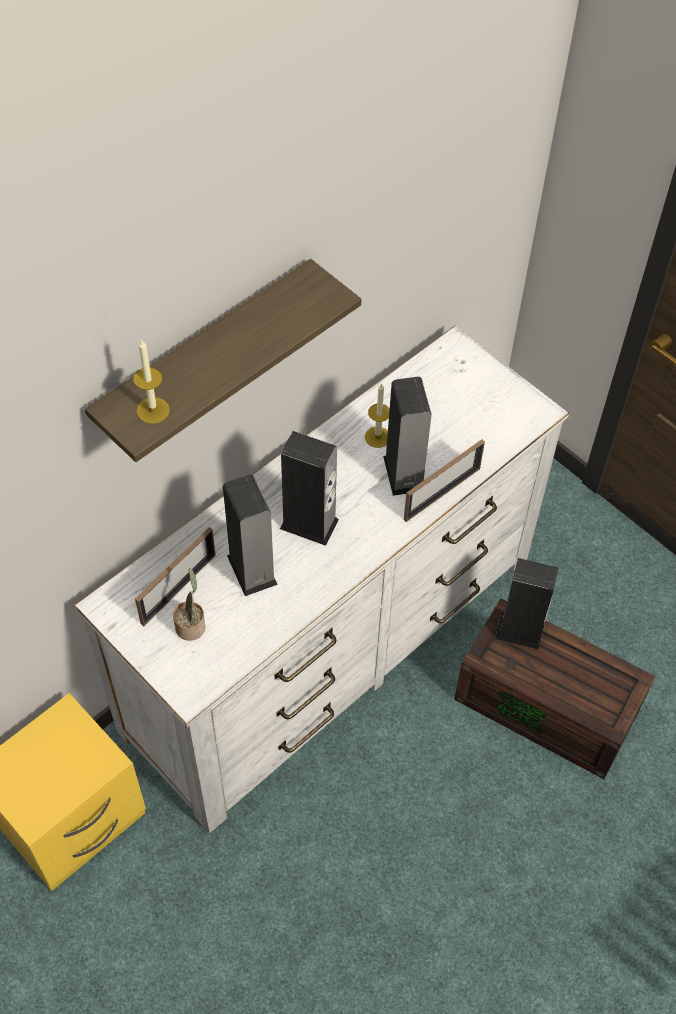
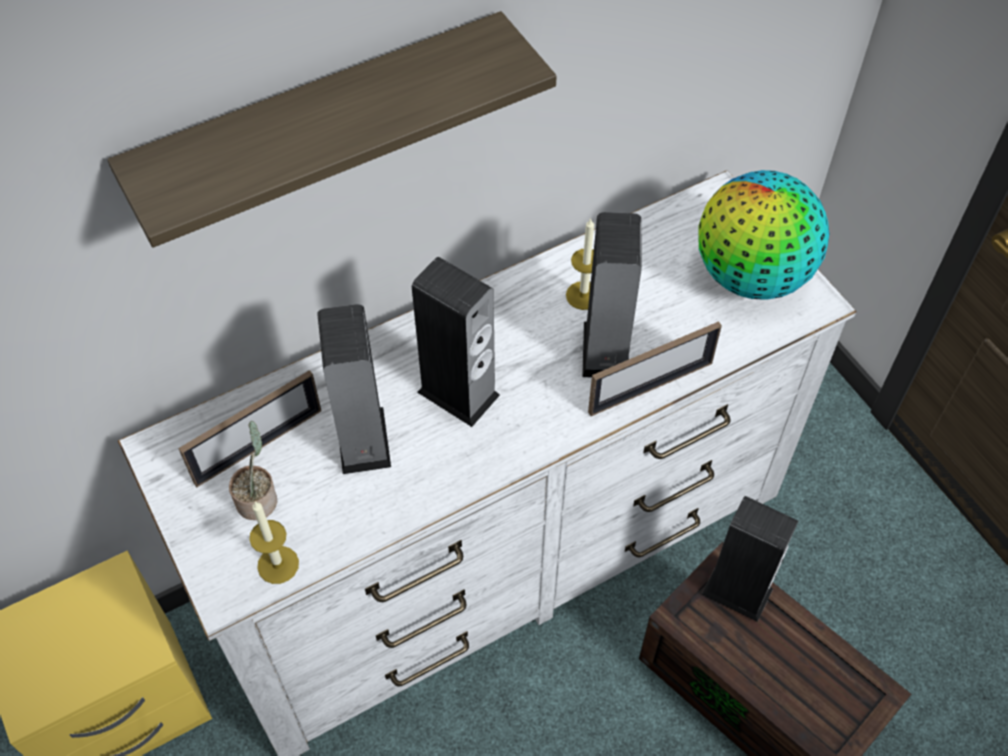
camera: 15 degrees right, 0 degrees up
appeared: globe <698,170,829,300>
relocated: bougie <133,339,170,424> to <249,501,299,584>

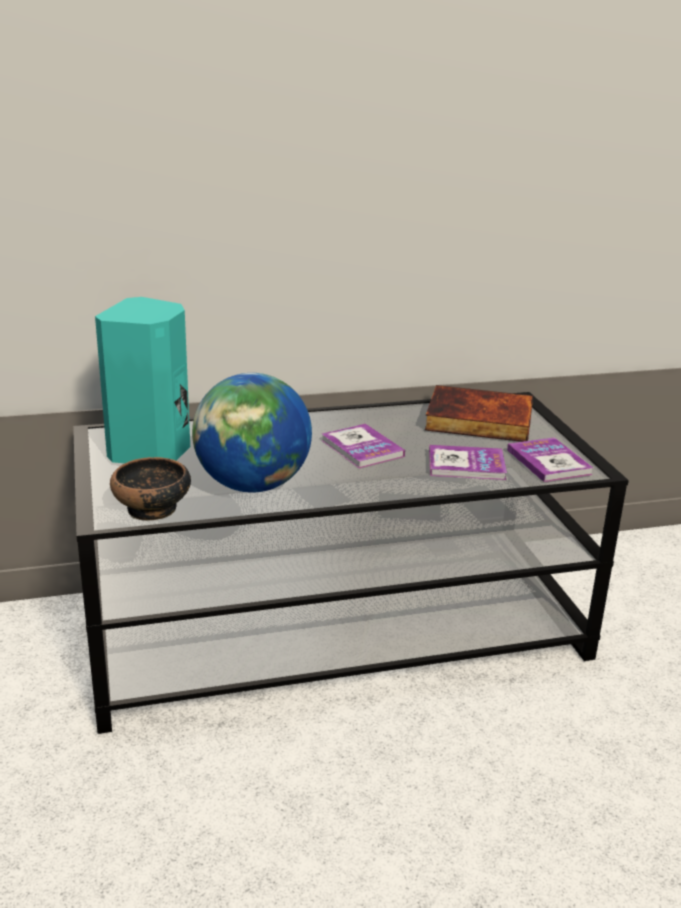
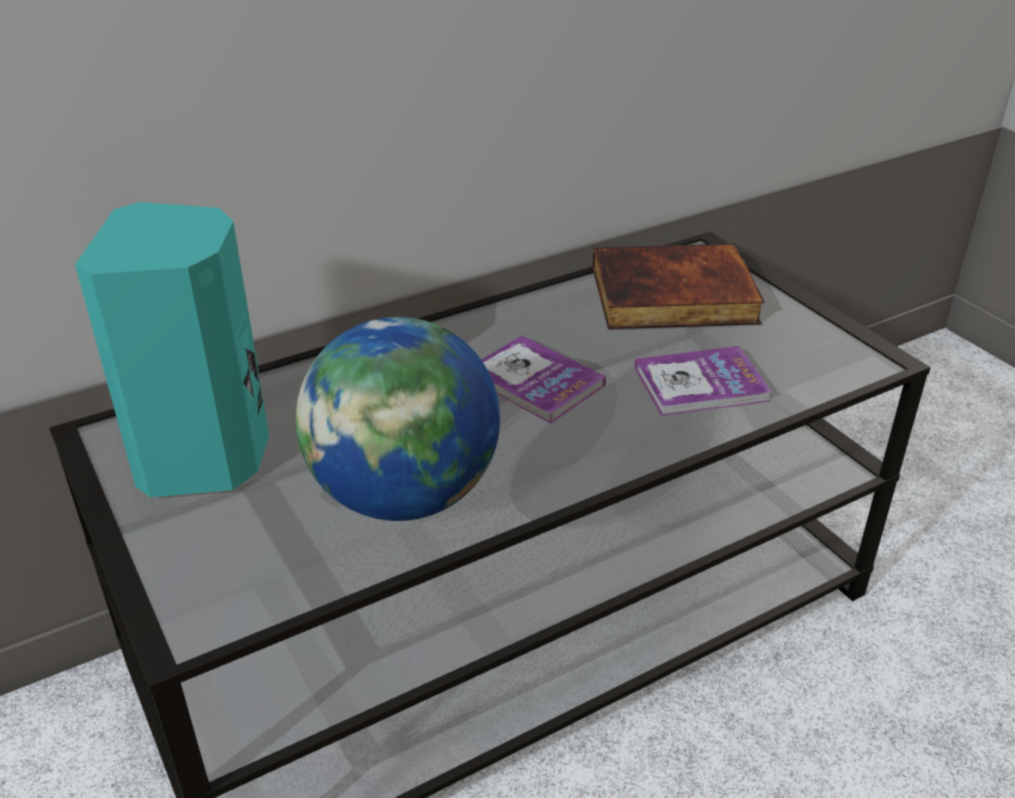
camera: 15 degrees left, 10 degrees up
missing: livre <507,437,593,482>; bol <110,457,191,521>

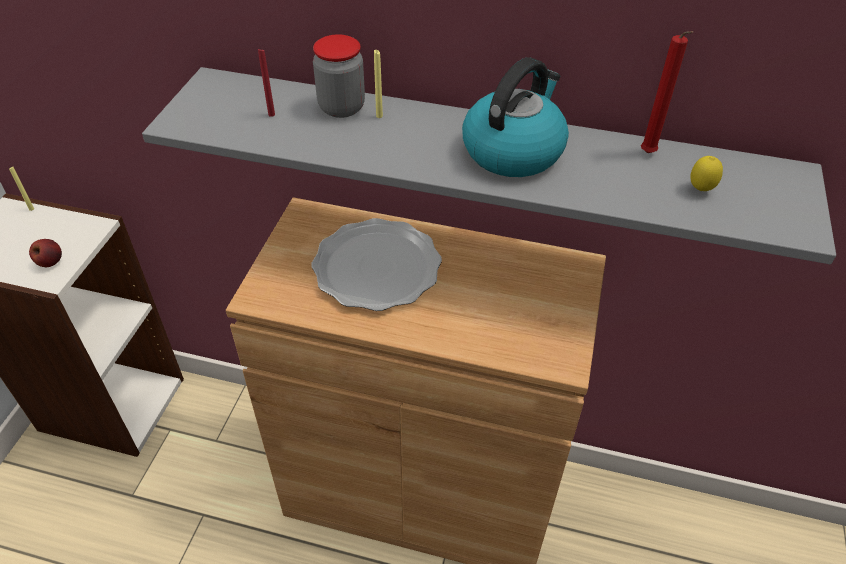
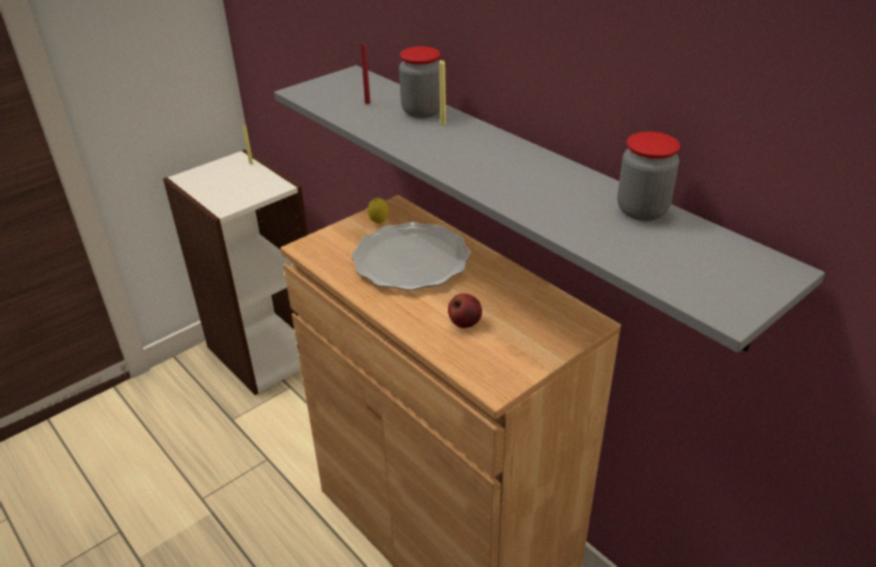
camera: 35 degrees right, 10 degrees down
missing: bouilloire <462,57,569,177>
relocated: citron <690,156,723,191> to <368,198,388,224>; pomme <29,239,62,267> to <448,294,482,328>
exchanged: bougie (rouge) <641,31,693,153> to bocal <617,132,680,221>

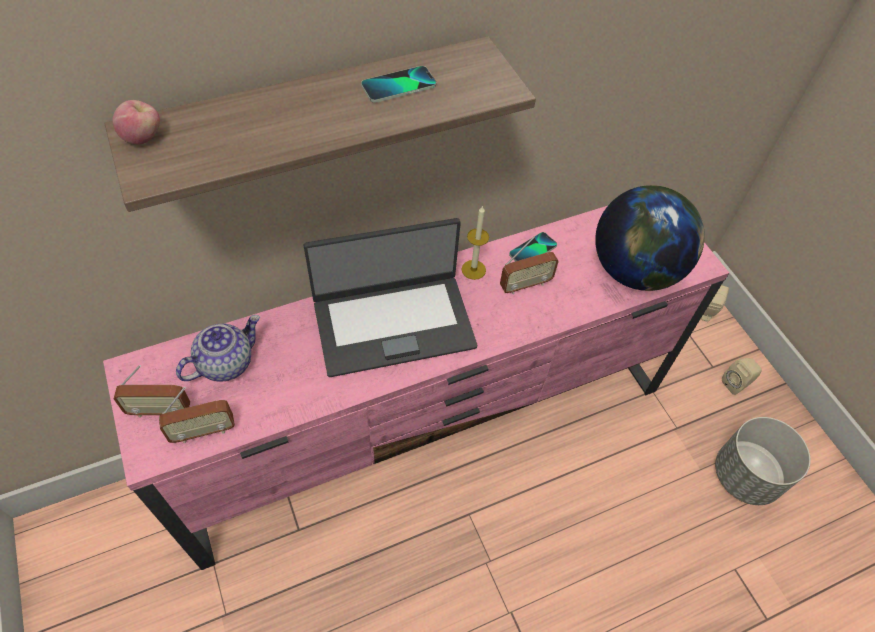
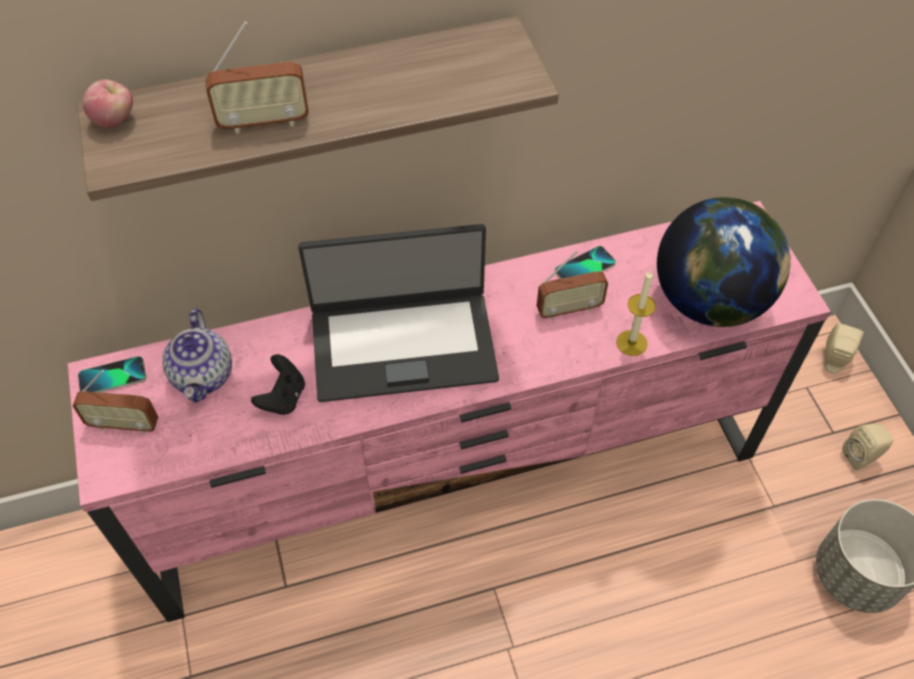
camera: 10 degrees right, 0 degrees up
appeared: manette (noir) <251,354,305,415>
relocated: téléphone <361,66,436,103> to <78,356,146,392>; bougie <461,205,489,280> to <616,270,656,356>; radio <159,387,235,443> to <206,22,309,134>
spun: théière <176,315,260,381> = <162,309,232,403> 120 degrees clockwise

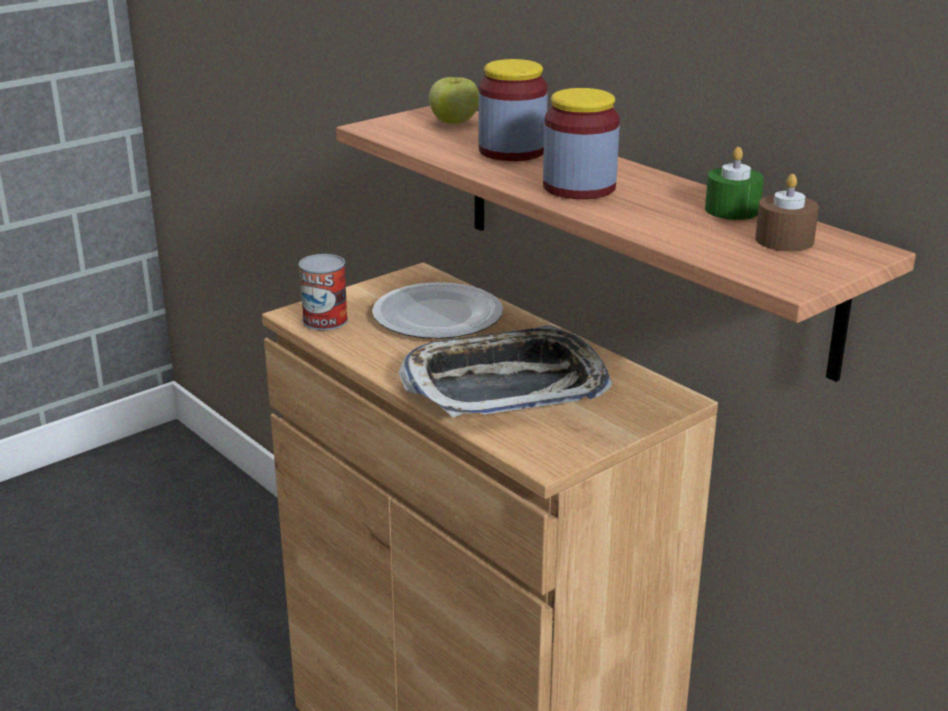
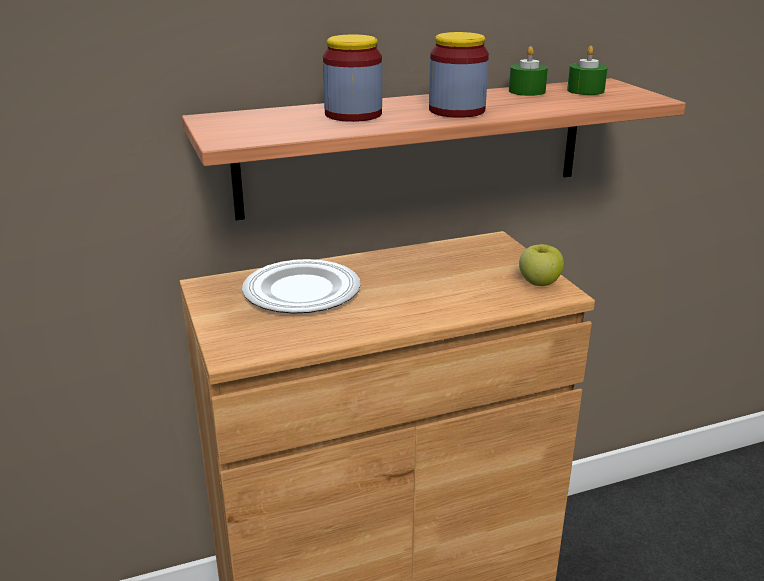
camera: 70 degrees left, 0 degrees up
missing: boîte métallique <299,254,348,330>; plateau <398,325,612,418>
relocated: pomme <429,77,479,124> to <519,244,564,286>
colour: bougie (marron) <755,174,819,251> to bougie (vert) <567,46,608,95>

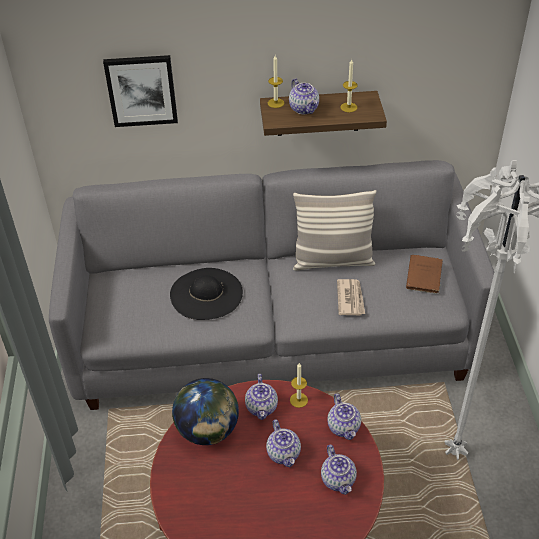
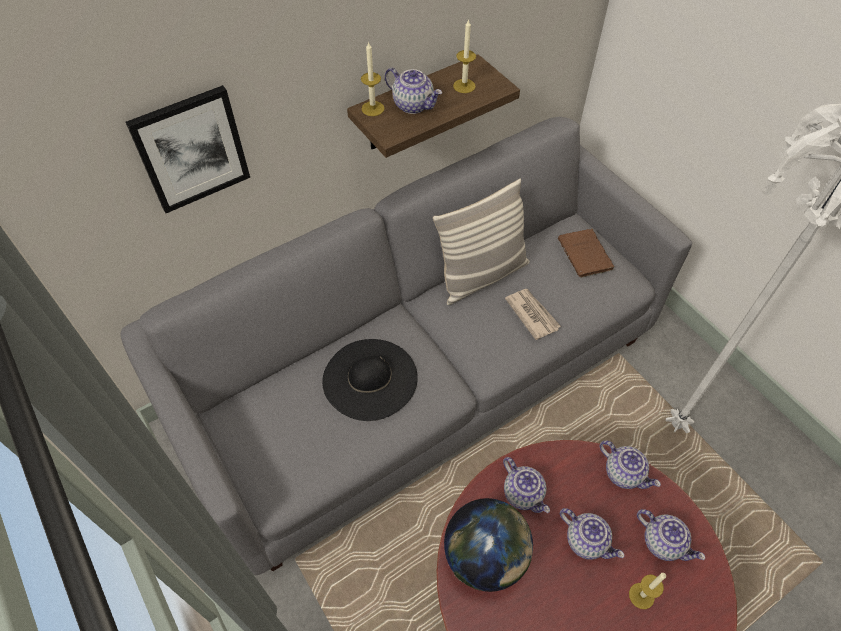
camera: 30 degrees left, 10 degrees up
relocated: bougie <290,363,308,408> to <629,573,666,609>

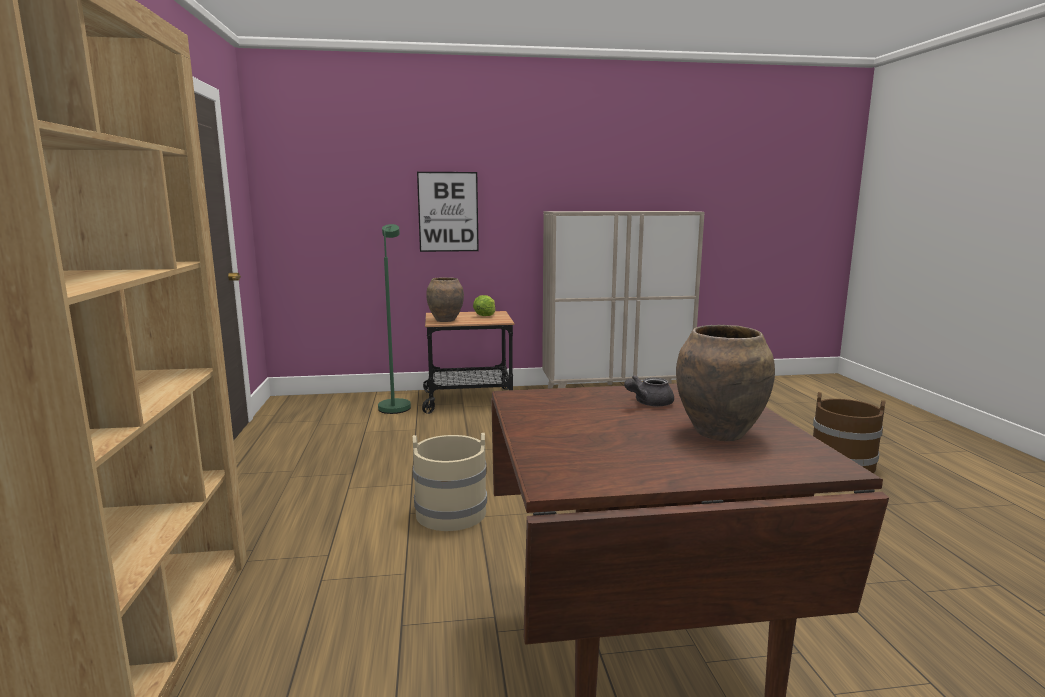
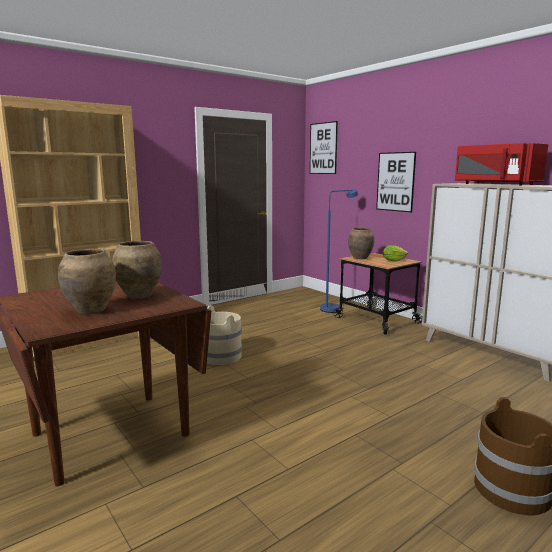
camera: 60 degrees right, 0 degrees up
appeared: tableau <310,121,338,174>; micro-ondes (rouge) <455,143,549,185>
exchanged: théière (gris) <624,375,674,407> to vase (marron) <112,241,162,299>
colour: lampadaire (vert) <378,224,411,414> to lampadaire (bleu) <320,189,358,313>

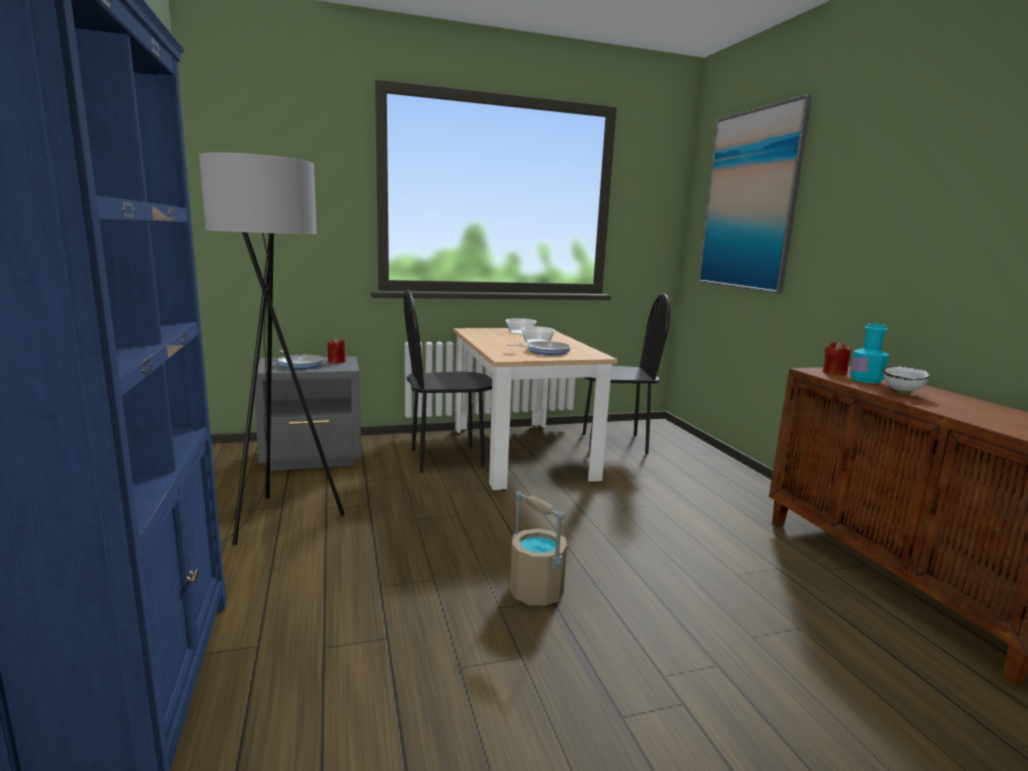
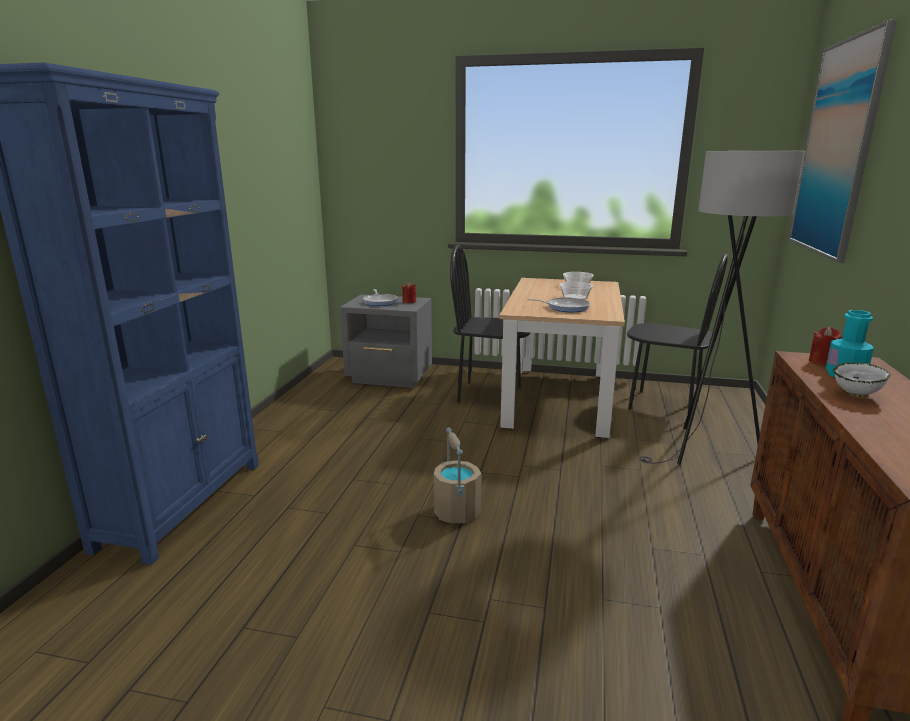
camera: 30 degrees right, 5 degrees up
relocated: lampadaire (gris) <199,152,344,545> to <639,151,805,465>

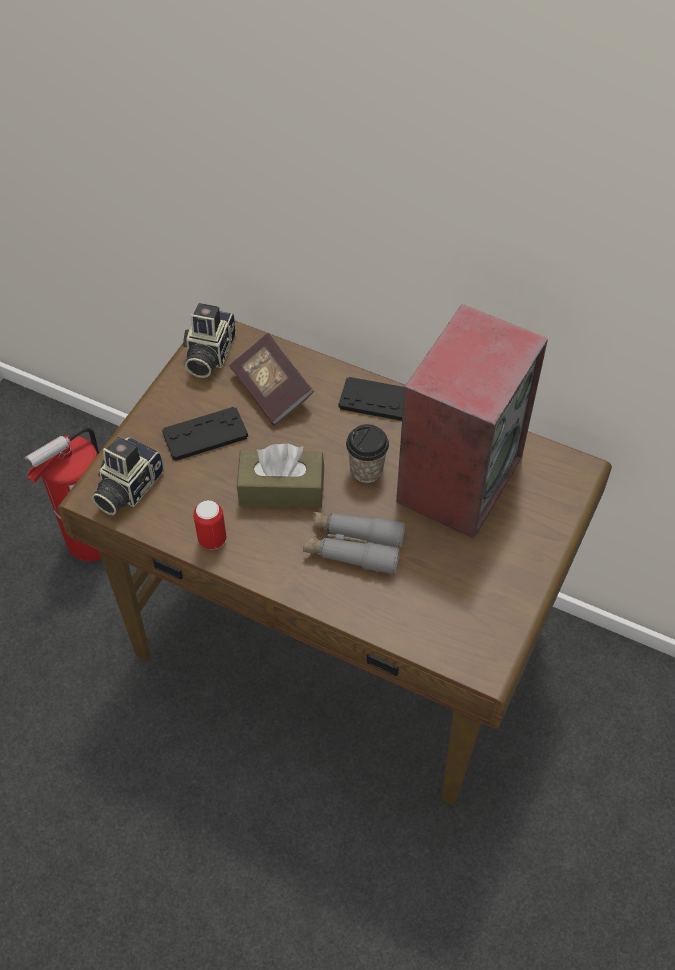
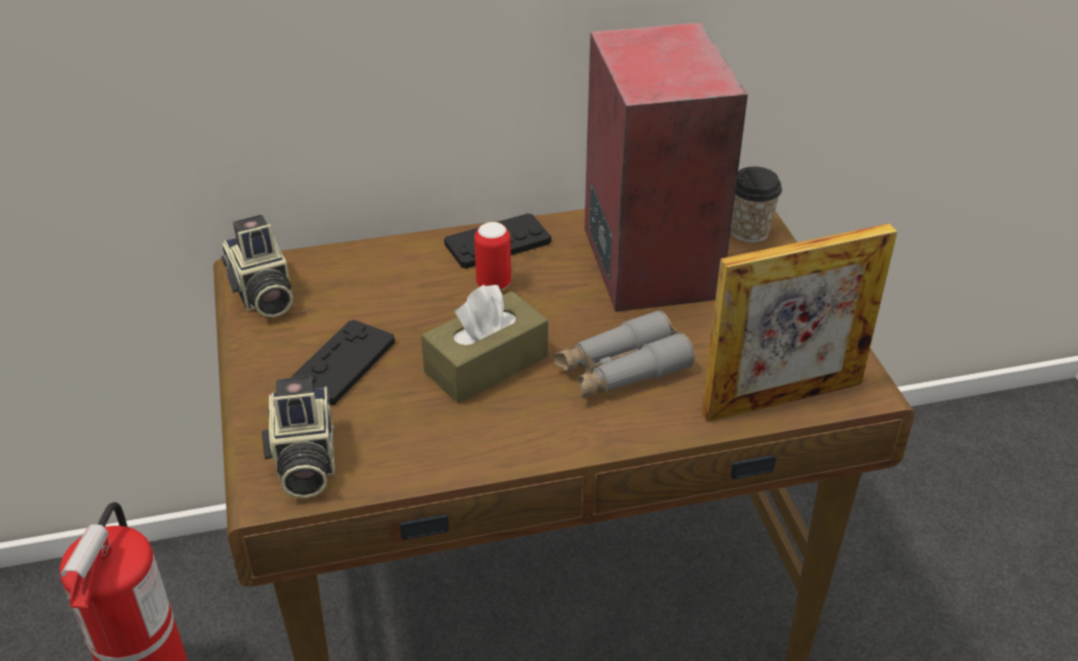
camera: 40 degrees left, 15 degrees down
missing: livre <230,333,314,426>
appeared: cadre photo <702,223,897,422>
relocated: tasse <346,424,389,483> to <731,167,782,243>; boîte métallique <193,500,226,550> to <474,222,511,291>

